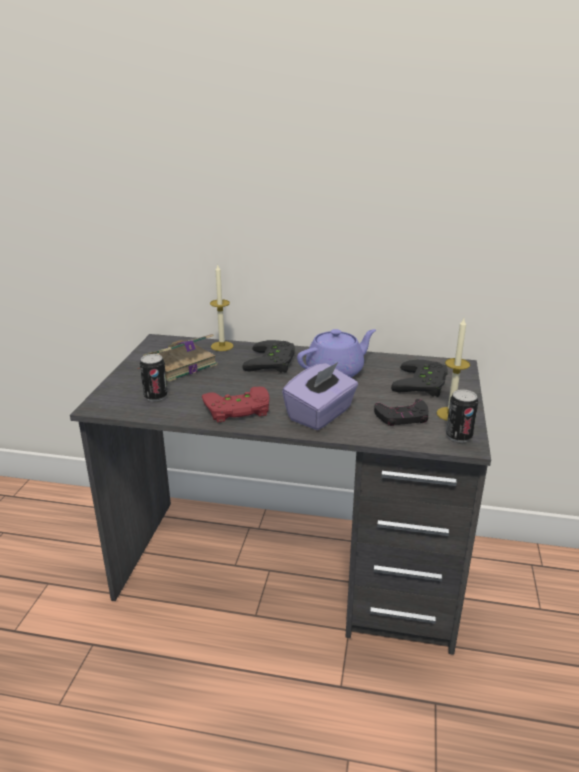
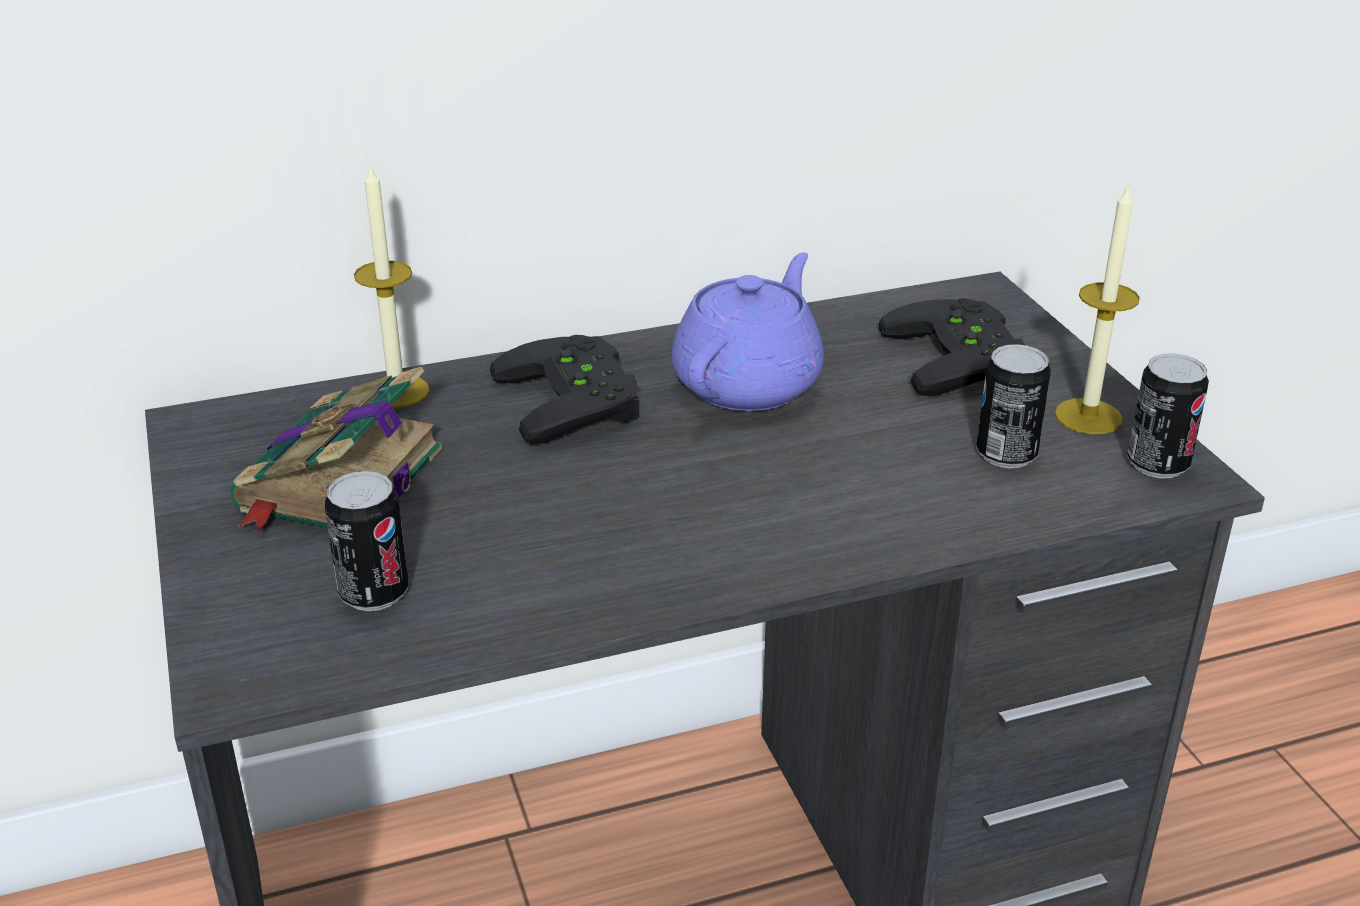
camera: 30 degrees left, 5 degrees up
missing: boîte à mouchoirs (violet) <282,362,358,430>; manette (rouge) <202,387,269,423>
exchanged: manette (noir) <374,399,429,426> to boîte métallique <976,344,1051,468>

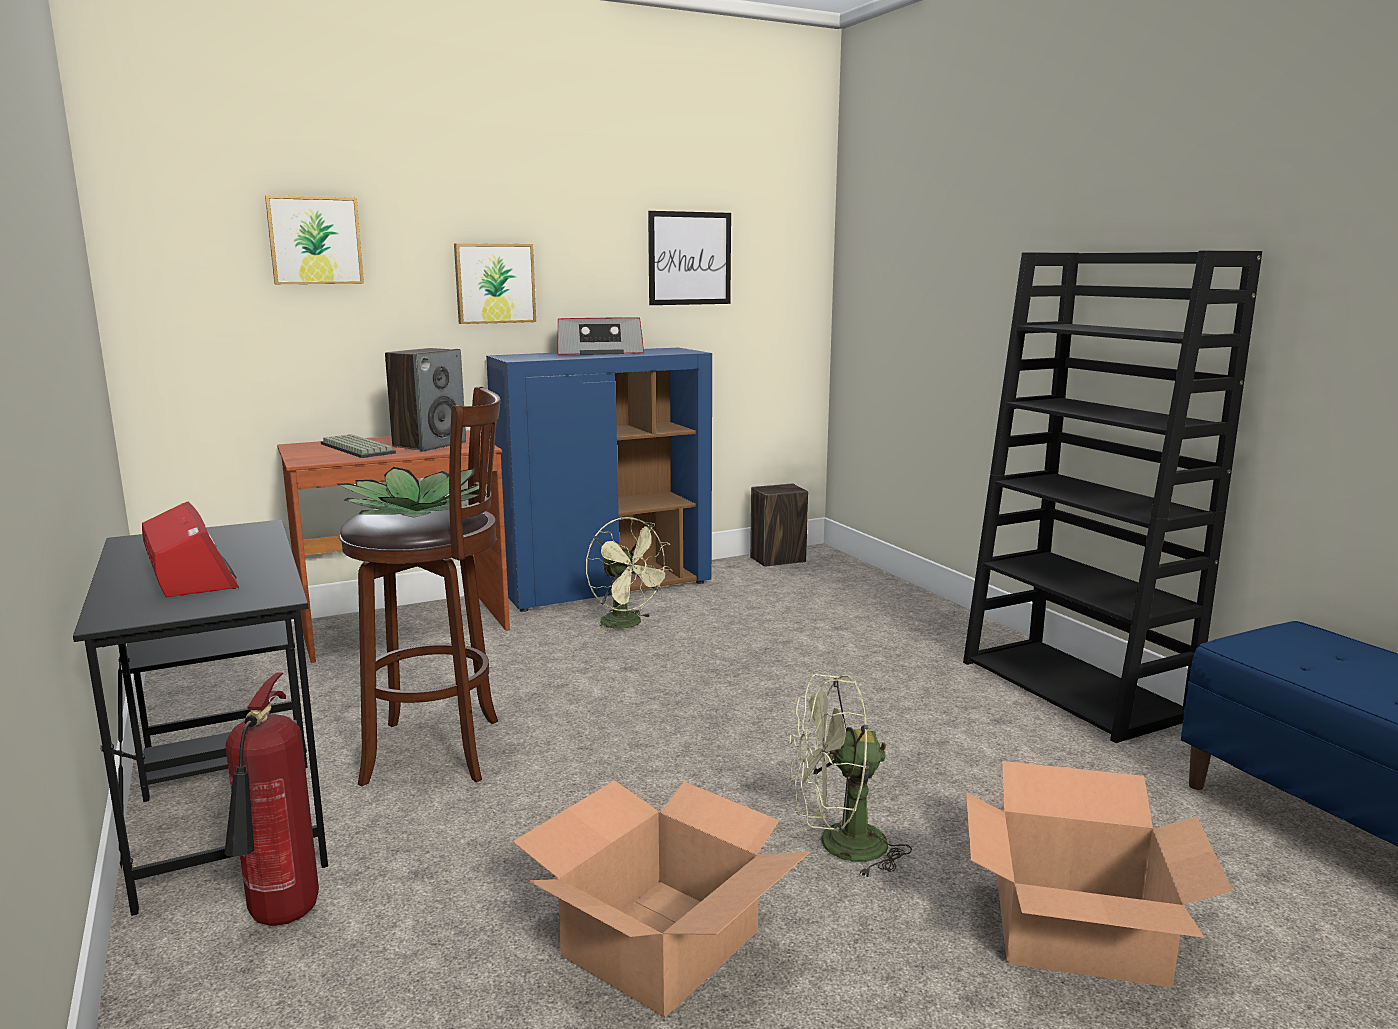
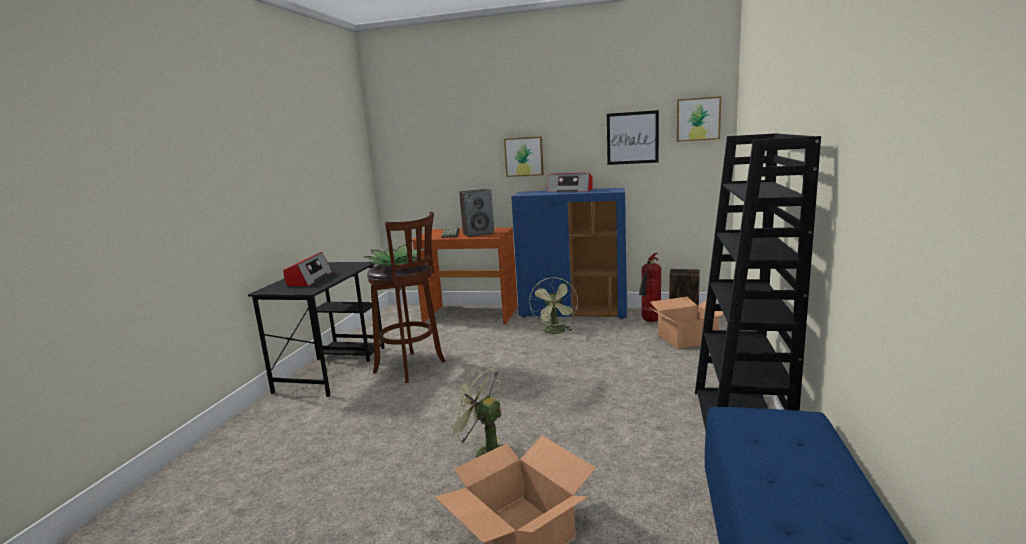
camera: 40 degrees right, 0 degrees up
relocated: tableau <265,195,364,284> to <677,96,721,142>; extincteur <224,672,319,926> to <639,253,661,322>; carton <513,780,810,1018> to <648,297,724,349>

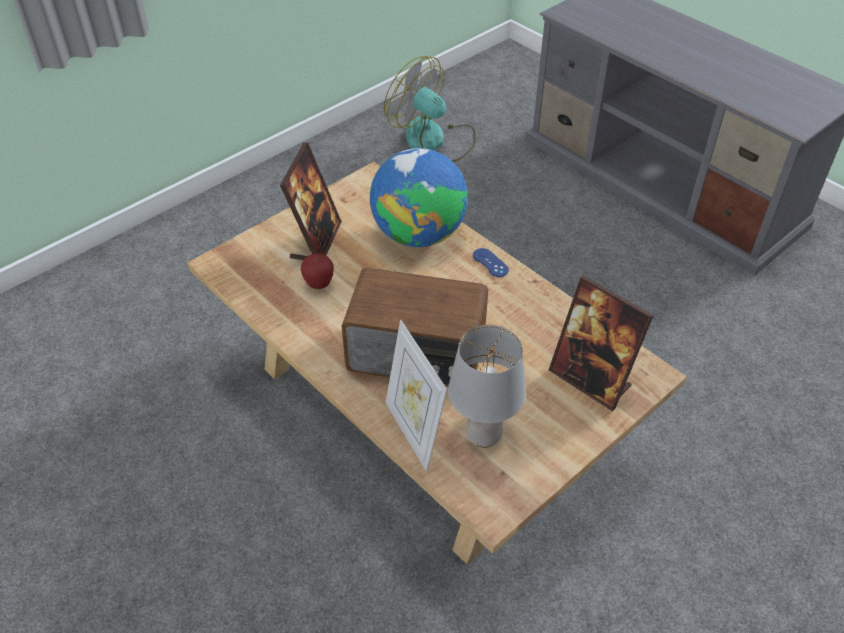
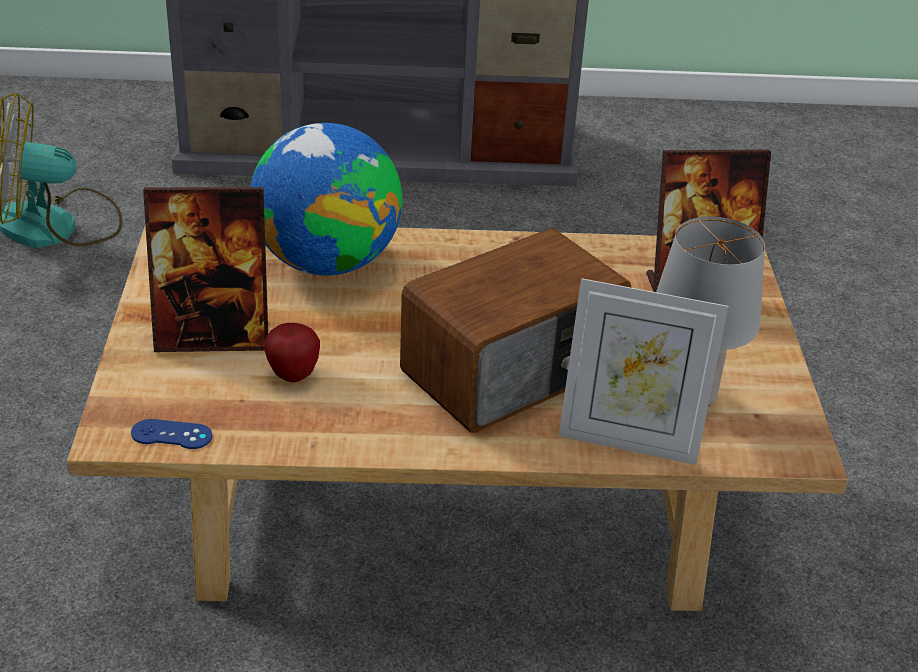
camera: 50 degrees left, 10 degrees down
relocated: manette (bleu) <473,248,509,277> to <131,419,213,449>
spun: cadre photo <280,142,342,260> = <143,187,268,352> 120 degrees clockwise

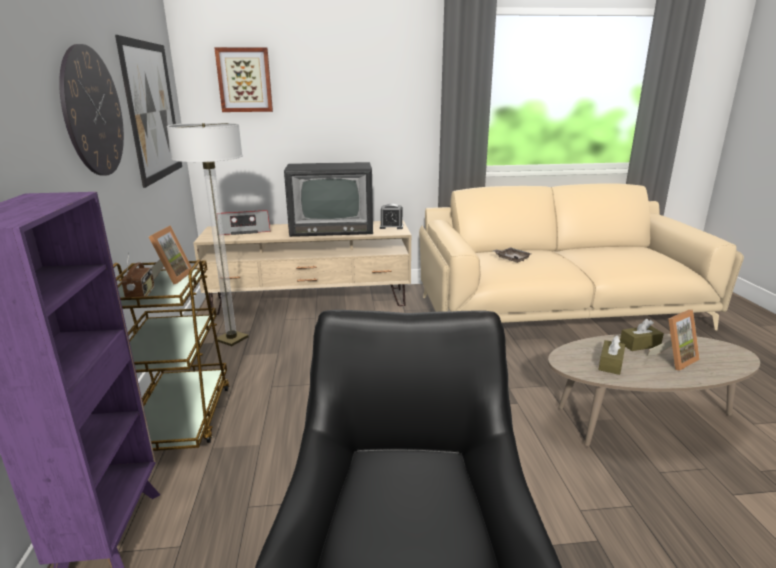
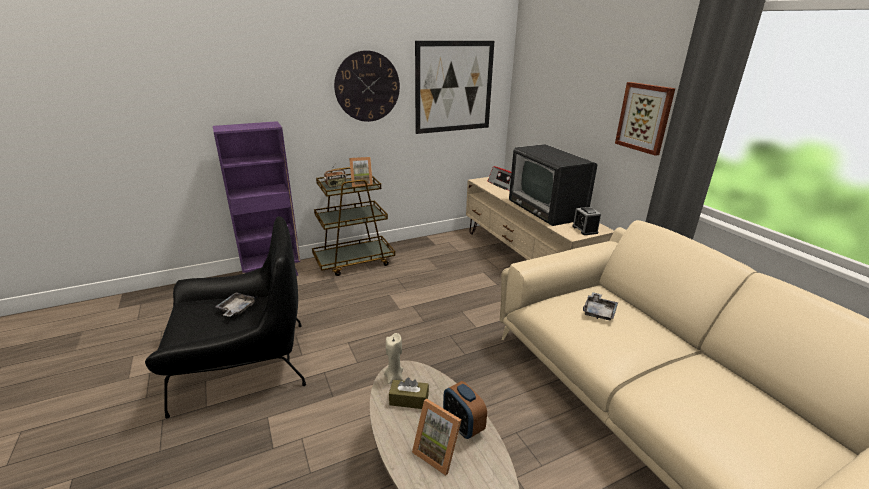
camera: 70 degrees right, 5 degrees up
missing: lampadaire <167,122,249,346>
appeared: plateau (gris) <215,292,257,317>; bougie (beige) <384,333,403,384>
relocated: tableau <214,47,273,112> to <615,82,675,156>
exchanged: boîte à mouchoirs (marron) <620,319,664,351> to réveil <443,381,487,439>

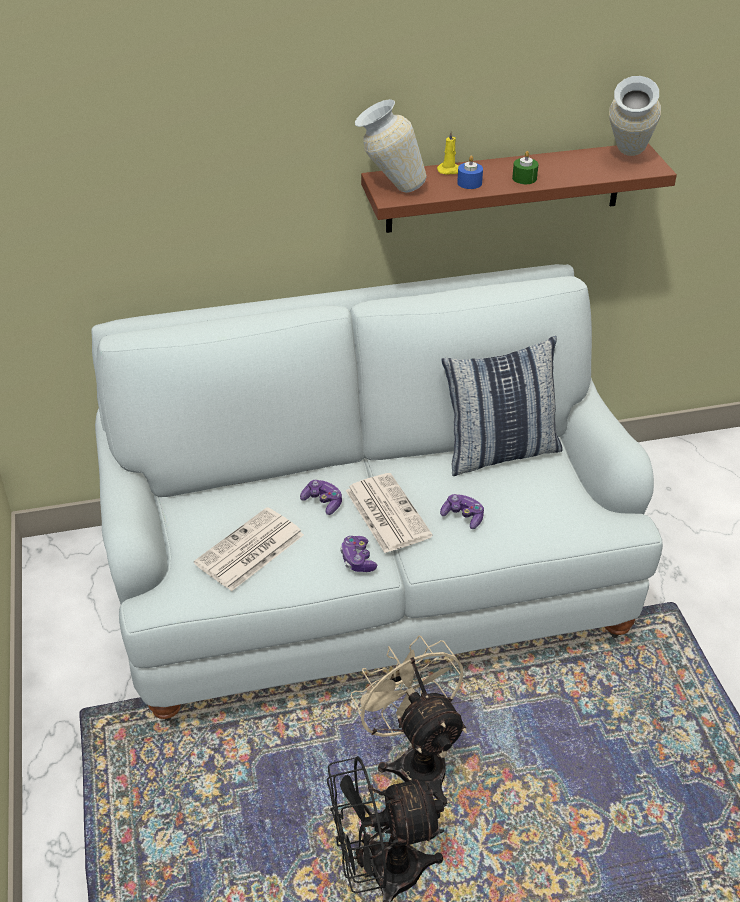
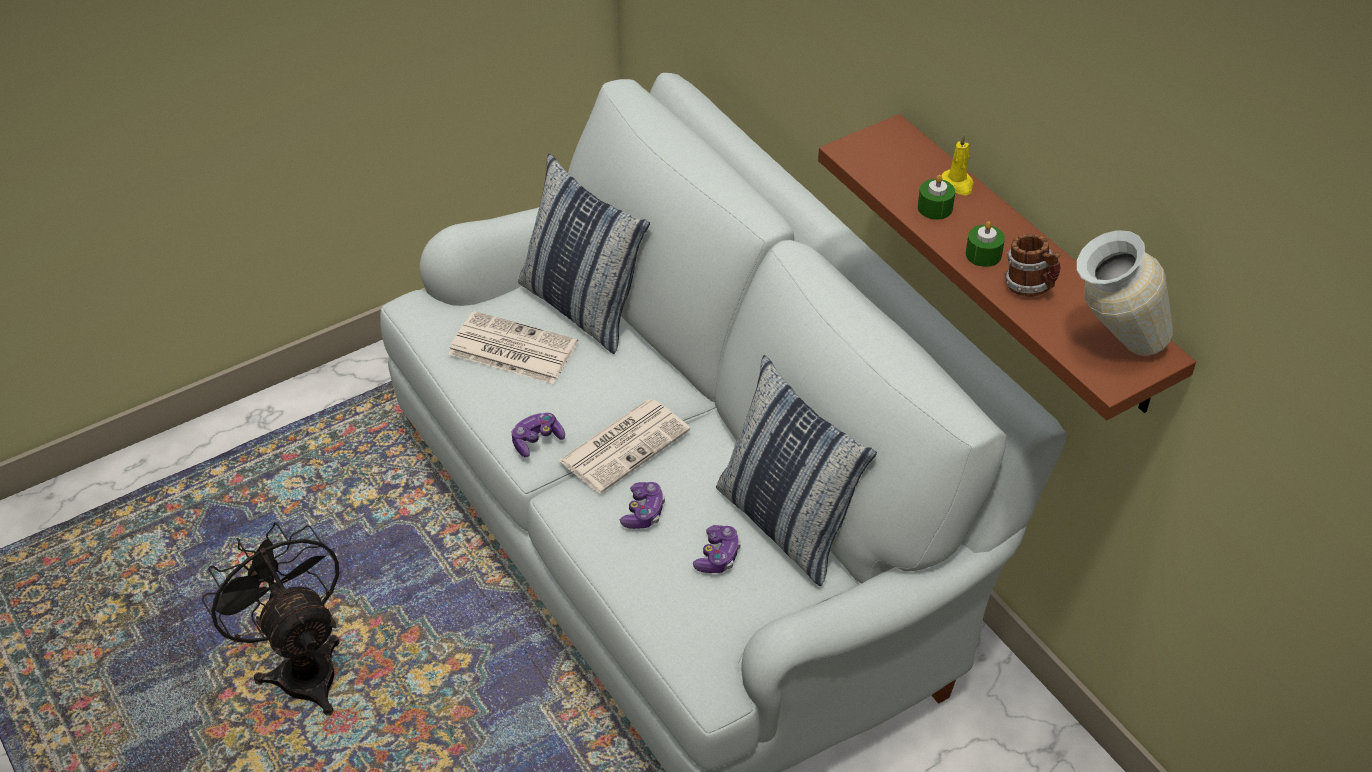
camera: 70 degrees right, 5 degrees up
missing: vase <355,99,427,193>; ventilateur (beige) <350,636,467,807>
appeared: coussin <518,154,650,354>; mug <1005,234,1061,297>
relocated: manette <300,480,342,515> to <693,525,741,573>
colour: bougie (bleu) <457,156,483,189> to bougie (vert) <918,175,955,220>

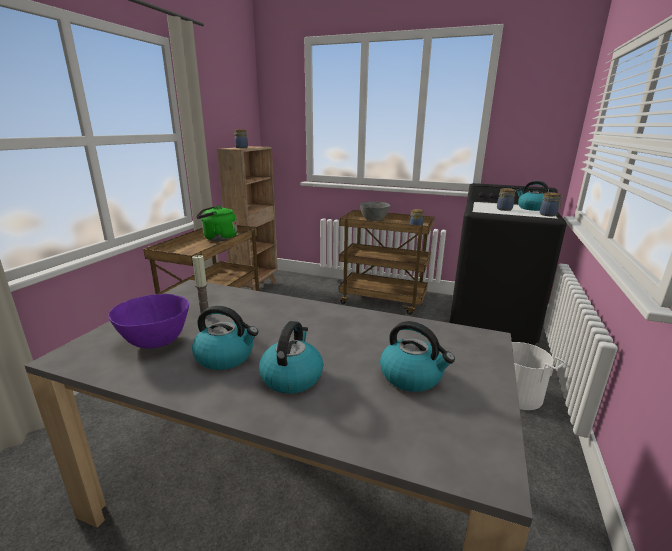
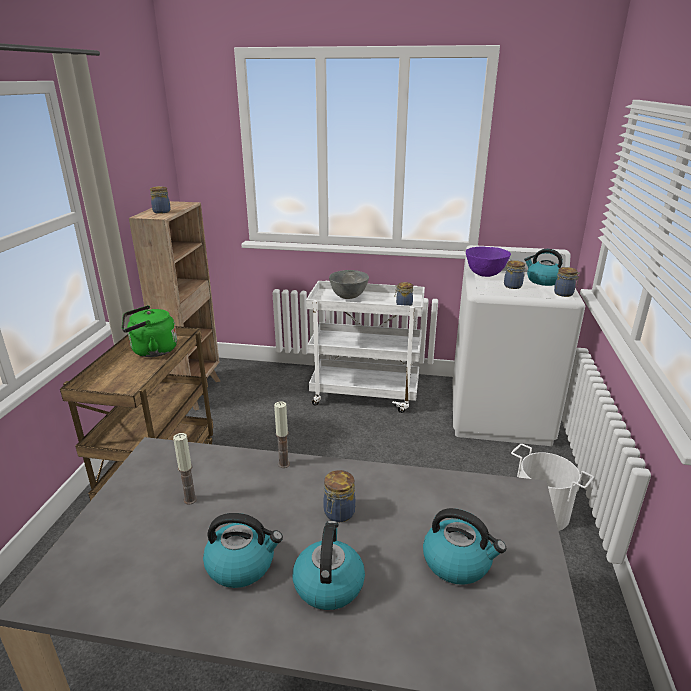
camera: 10 degrees left, 5 degrees up
appeared: bougie <274,401,290,468>; bocal <323,470,355,522>
relocated: bol (violet) <108,294,189,348> to <466,246,511,277>
colour: lave-linge (noir) <450,183,567,345> to lave-linge (blanc) <453,245,585,446>; chariot (marron) <339,210,435,315> to chariot (blanc) <306,281,425,413>

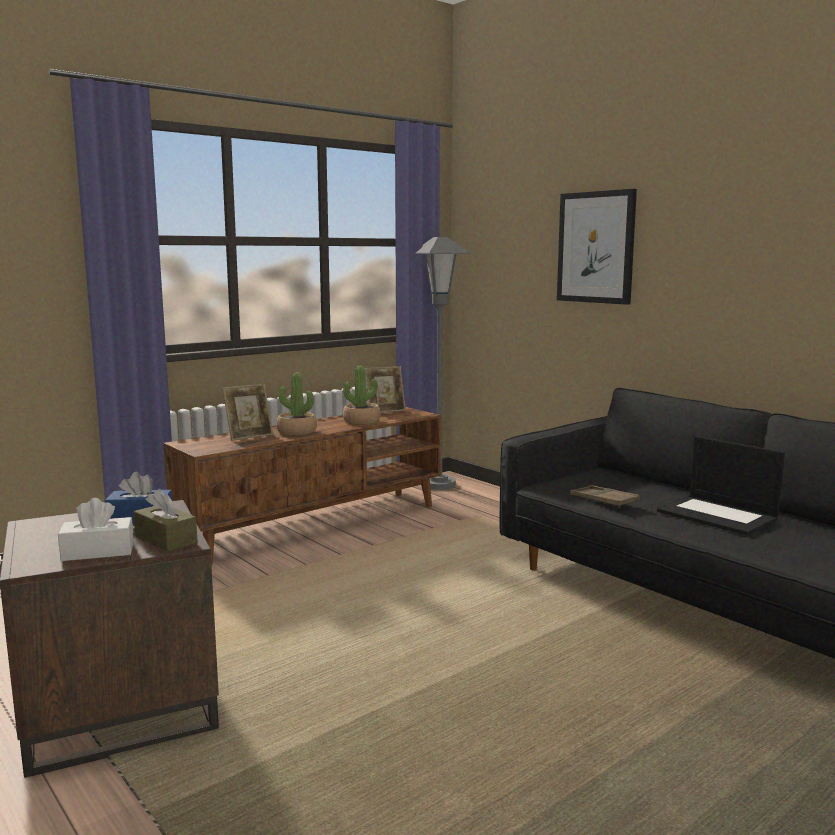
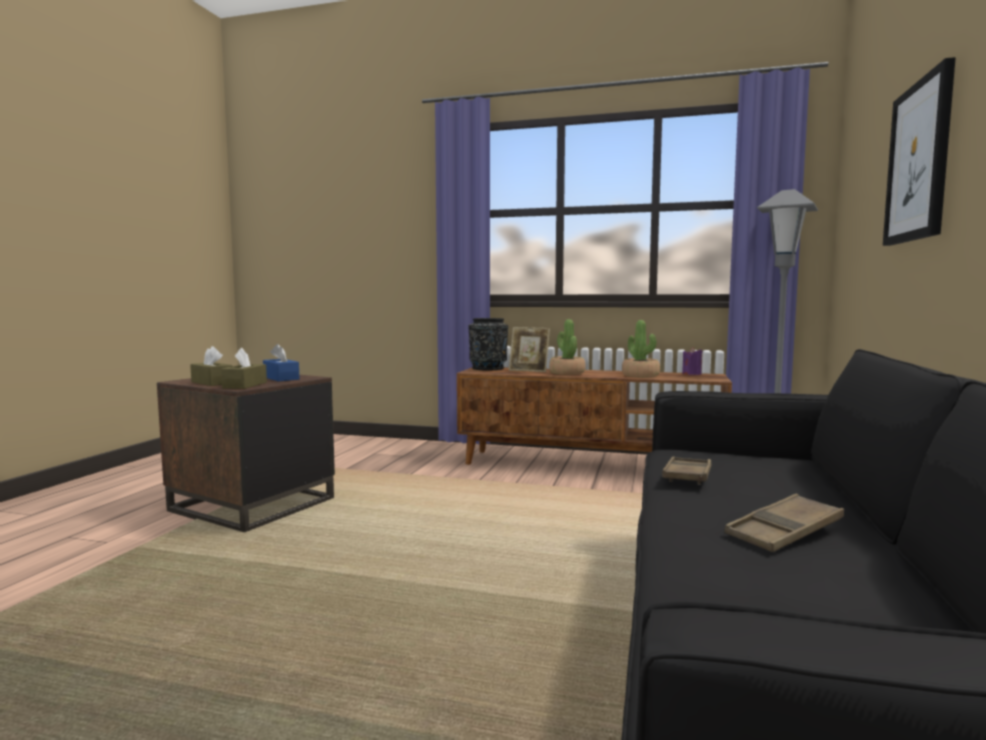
camera: 55 degrees right, 5 degrees down
appeared: vase (noir) <468,318,508,370>
exchanged: cadre photo <364,366,406,413> to bougie (violet) <682,347,702,375>; ordinateur portable <657,436,785,535> to plateau (marron) <724,494,844,552>
colour: boîte à mouchoirs (blanc) <58,498,134,561> to boîte à mouchoirs (marron) <190,346,232,386>

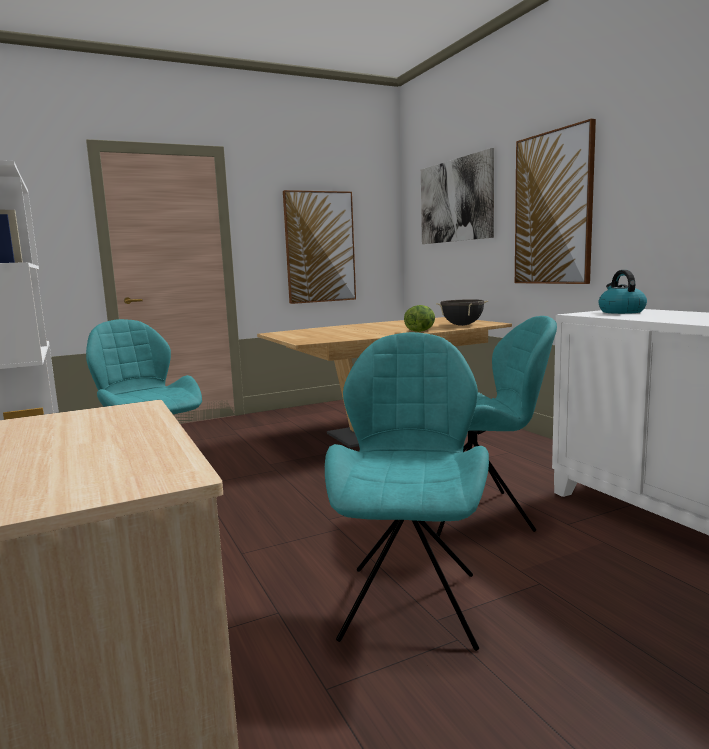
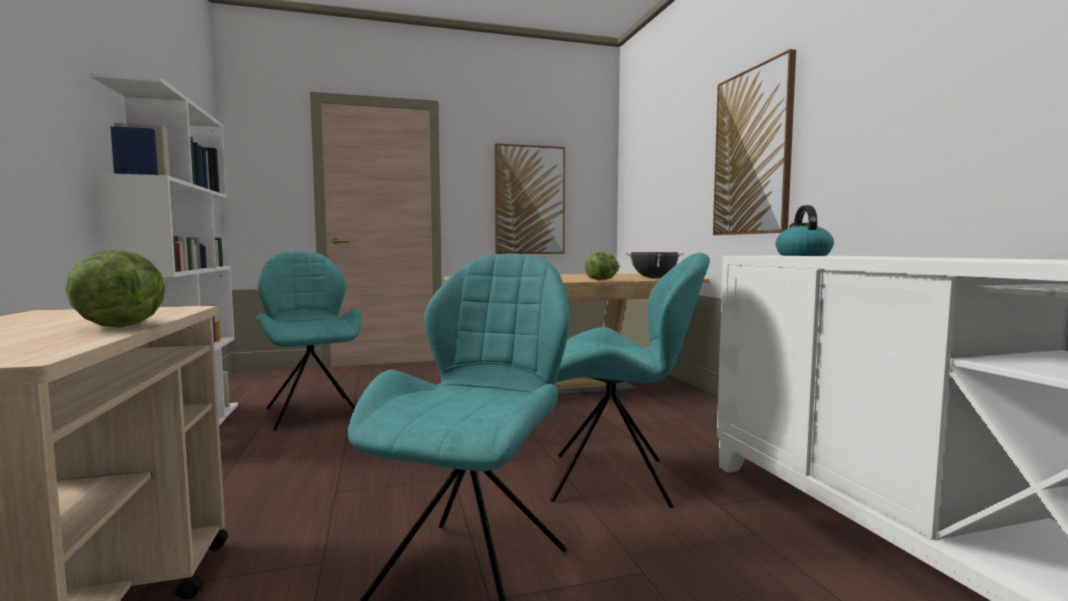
camera: 10 degrees right, 5 degrees down
missing: tableau <421,148,494,244>
appeared: laitue <66,249,165,328>

